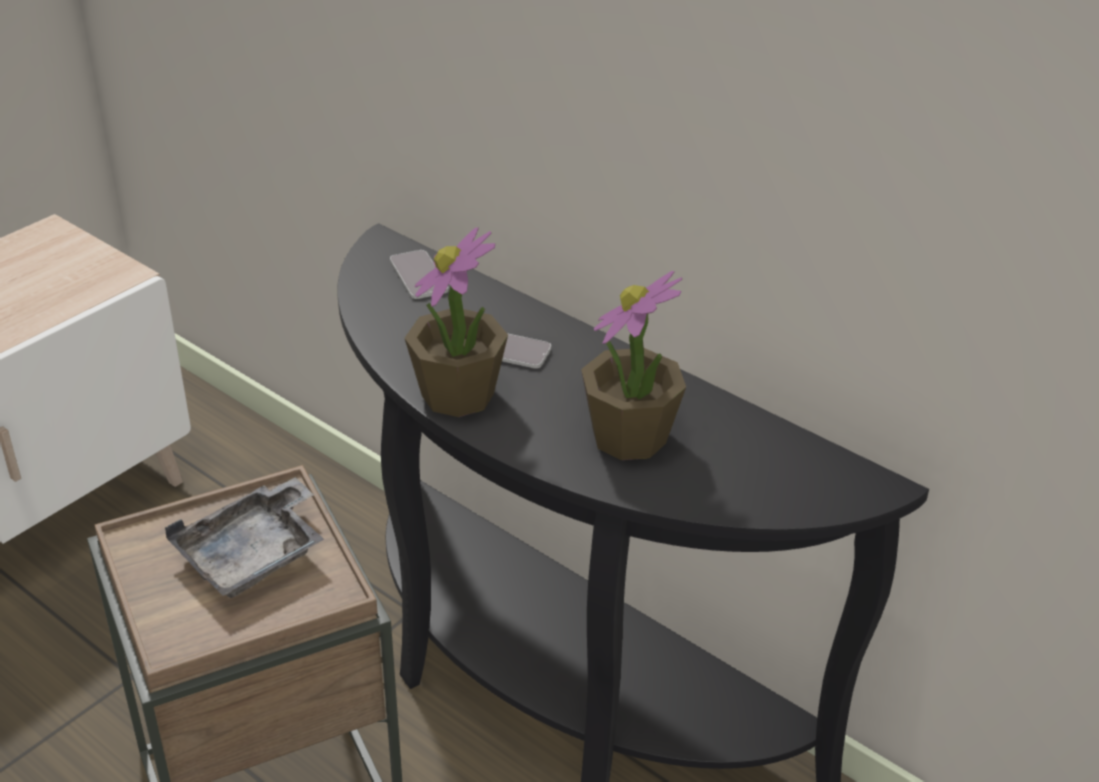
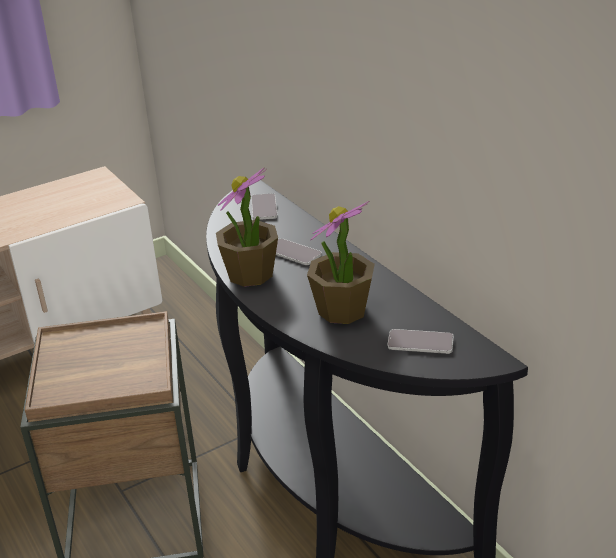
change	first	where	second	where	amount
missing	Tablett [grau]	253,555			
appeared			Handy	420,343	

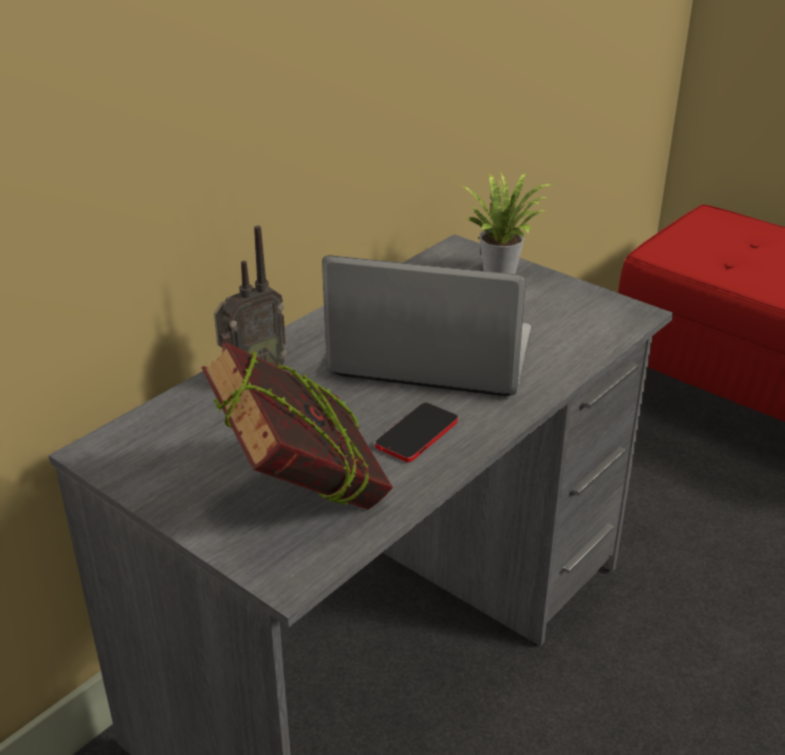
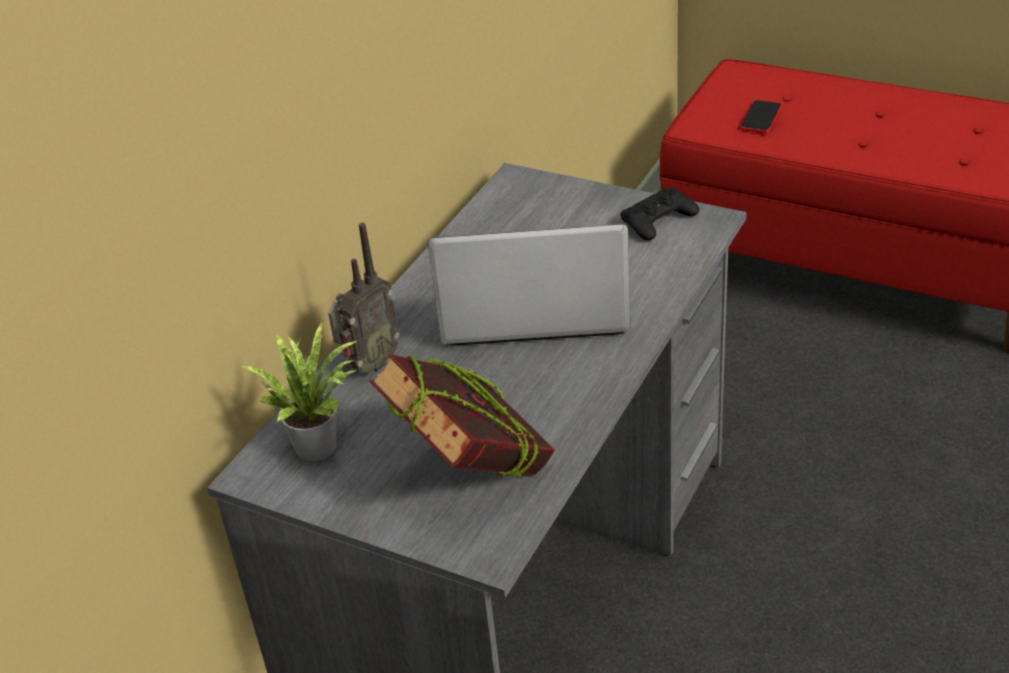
change	first	where	second	where	amount
relocated	Topfpflanze	502,270		319,443	
relocated	Handy	417,434		761,118	
appeared			Gamepad [schwarz]	658,220	

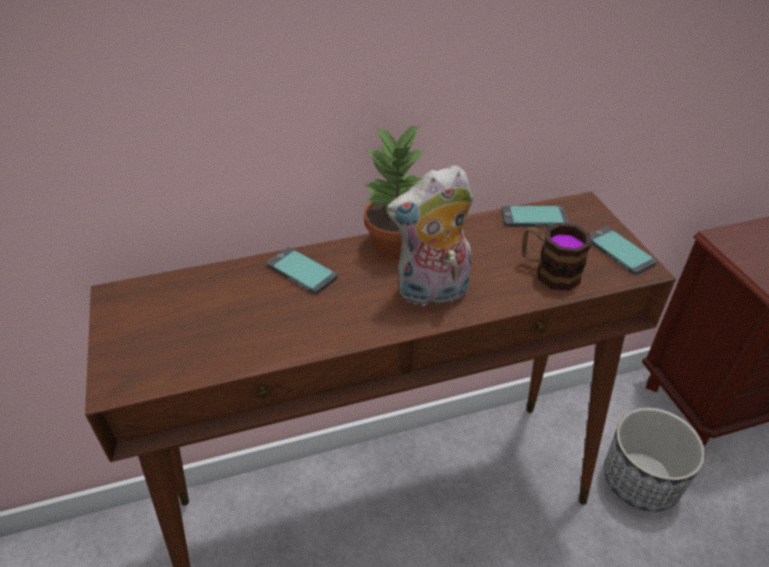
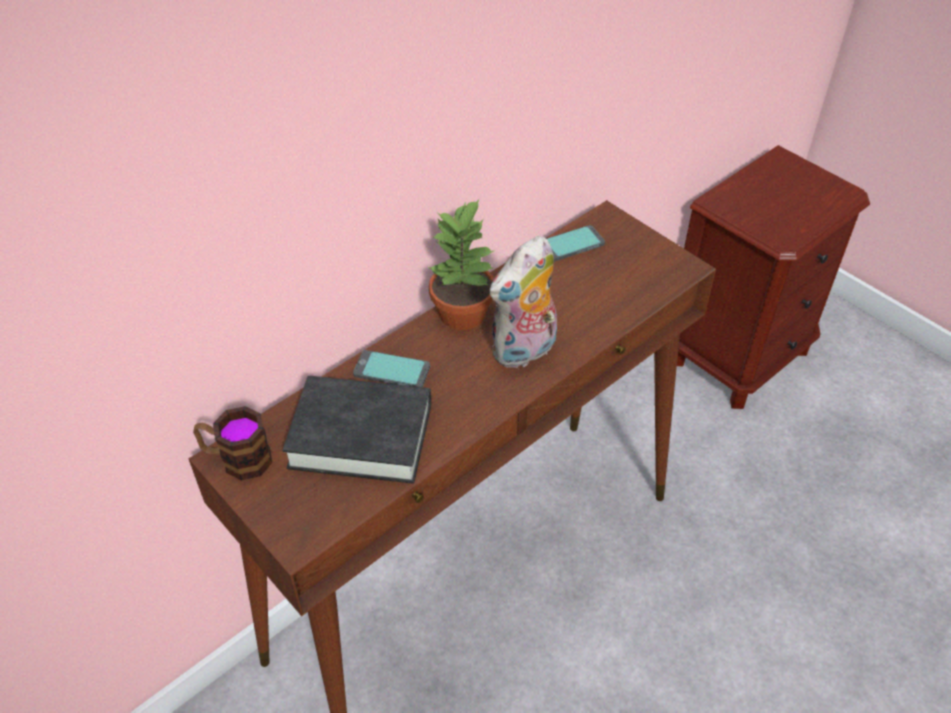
change	first	where	second	where	amount
relocated	Henkelbecher	549,272		237,459	
missing	Handy	619,251			
missing	Pflanzkübel	641,479			
appeared			Buch [schwarz]	361,436	

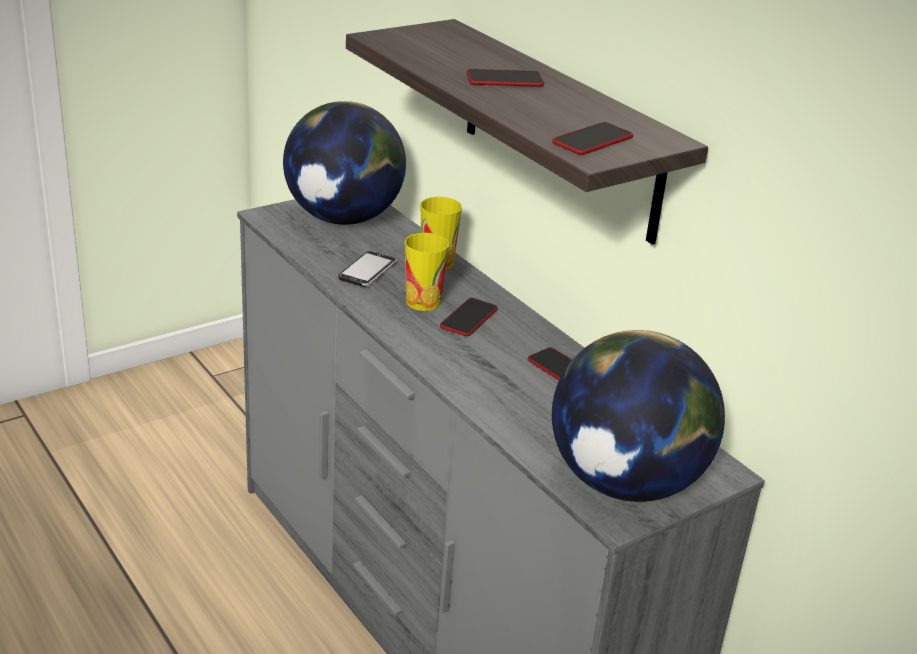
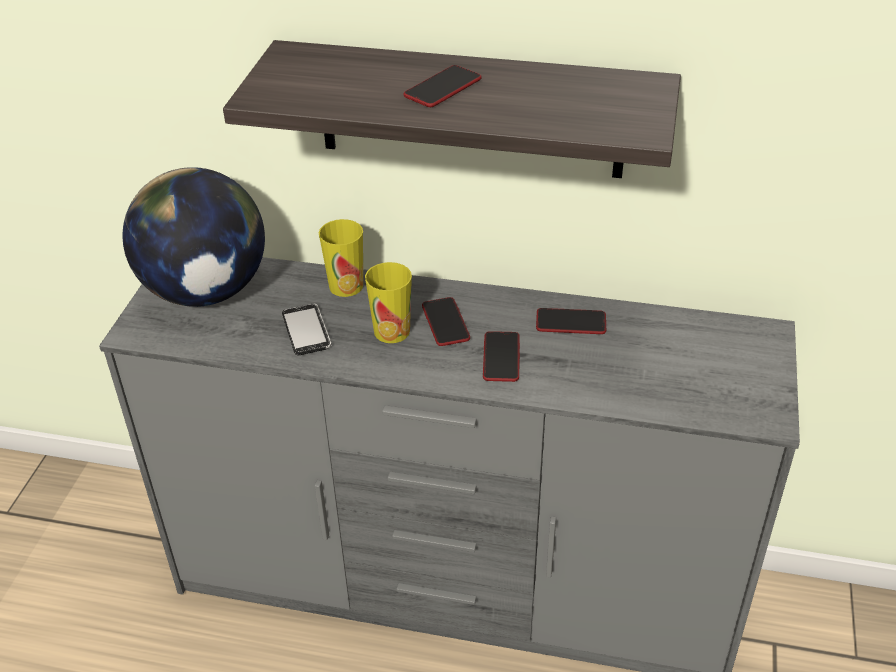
change	first	where	second	where	amount
relocated	Handy	592,140		501,357	
missing	Globus	625,483			

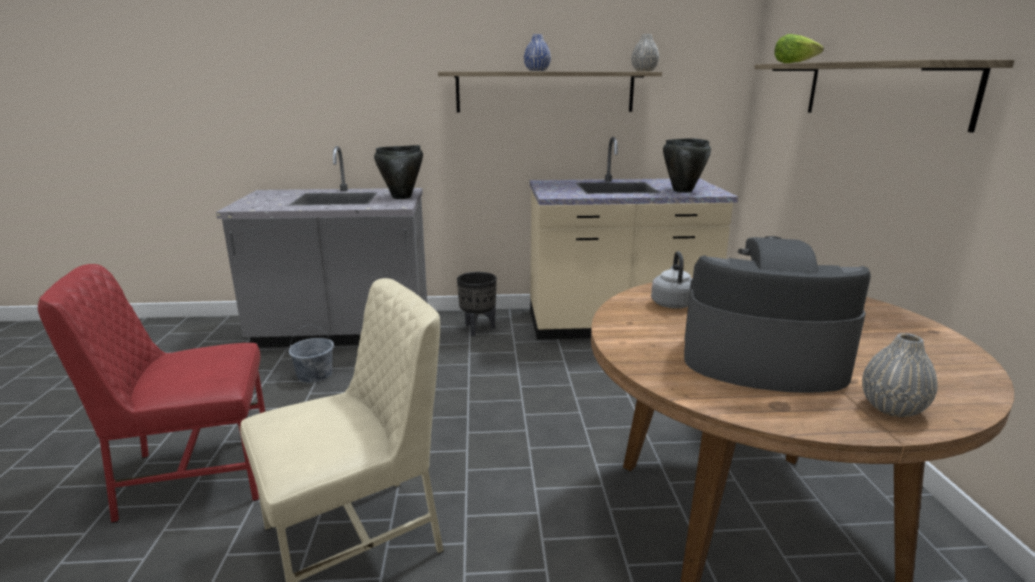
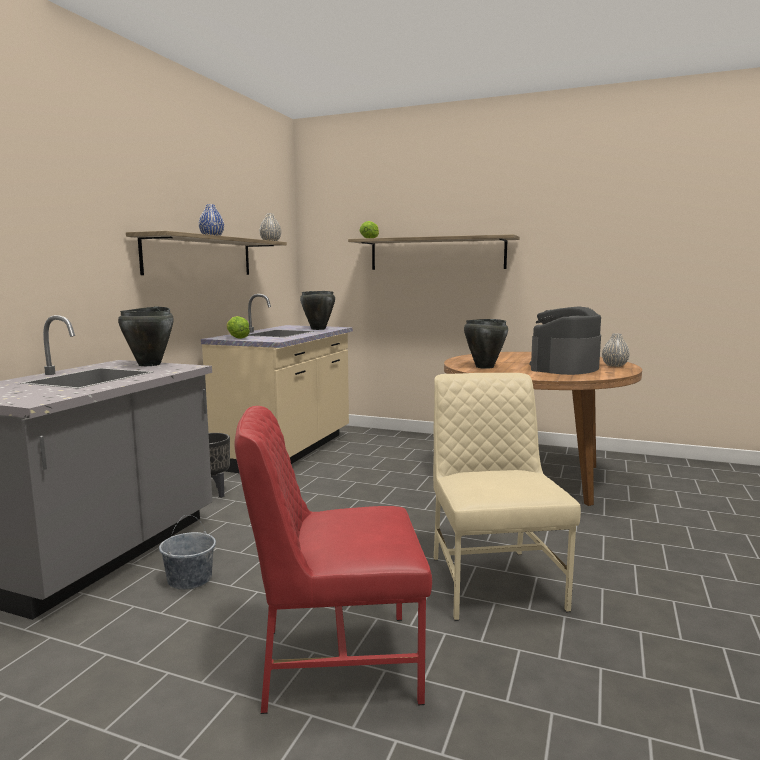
change	first	where	second	where	amount
exchanged	Wasserkessel [grau]	672,303	Kochtopf [schwarz]	484,367	
spun	Stuhl [rot]	195,475		336,662	75 degrees clockwise
appeared			Salatkopf	237,338	

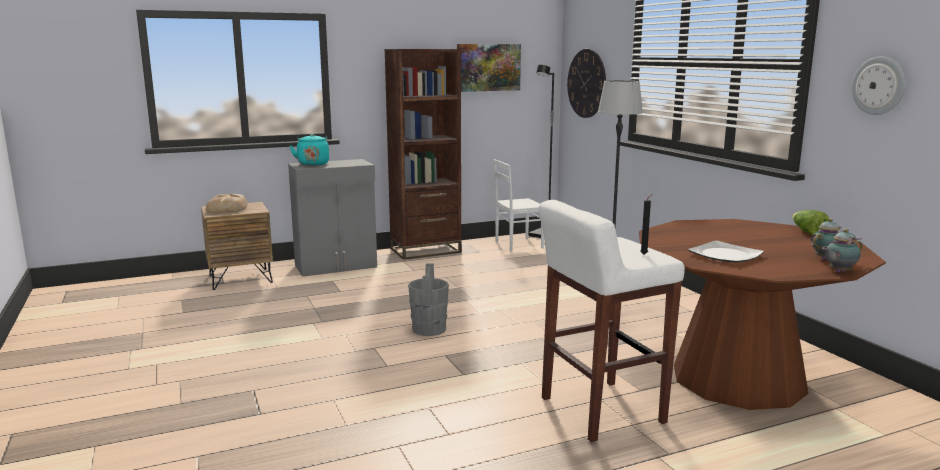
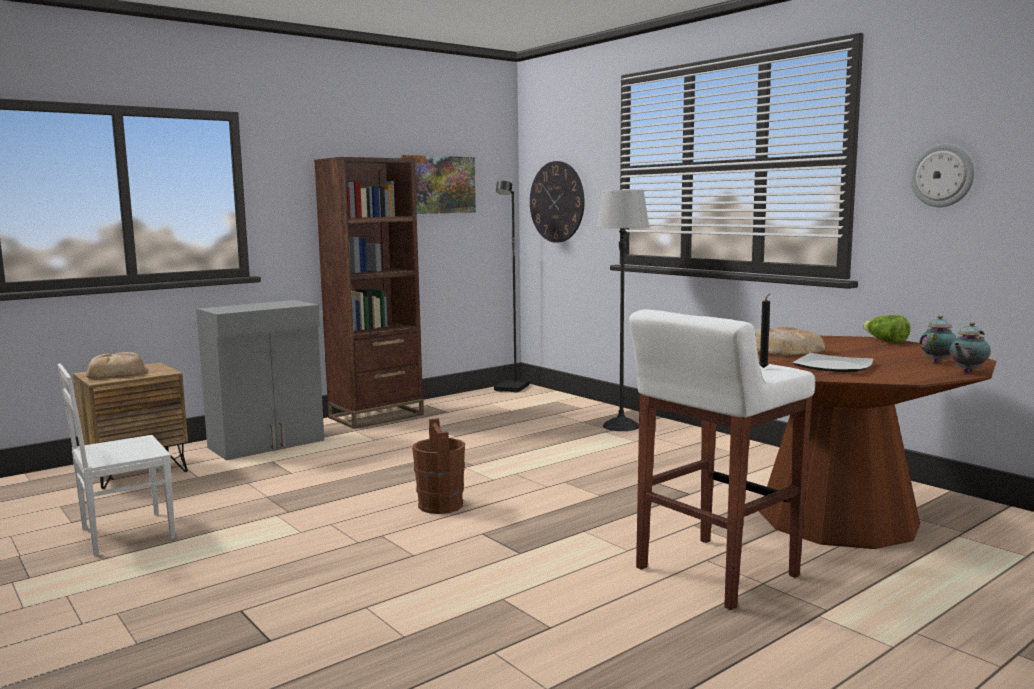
change	first	where	second	where	amount
missing	Wasserkessel [türkis]	313,164			
relocated	Stuhl [weiß]	518,244		125,533	
colour	Eimer [grau]	429,329	Eimer [braun]	440,505	
appeared			Brot	781,350	

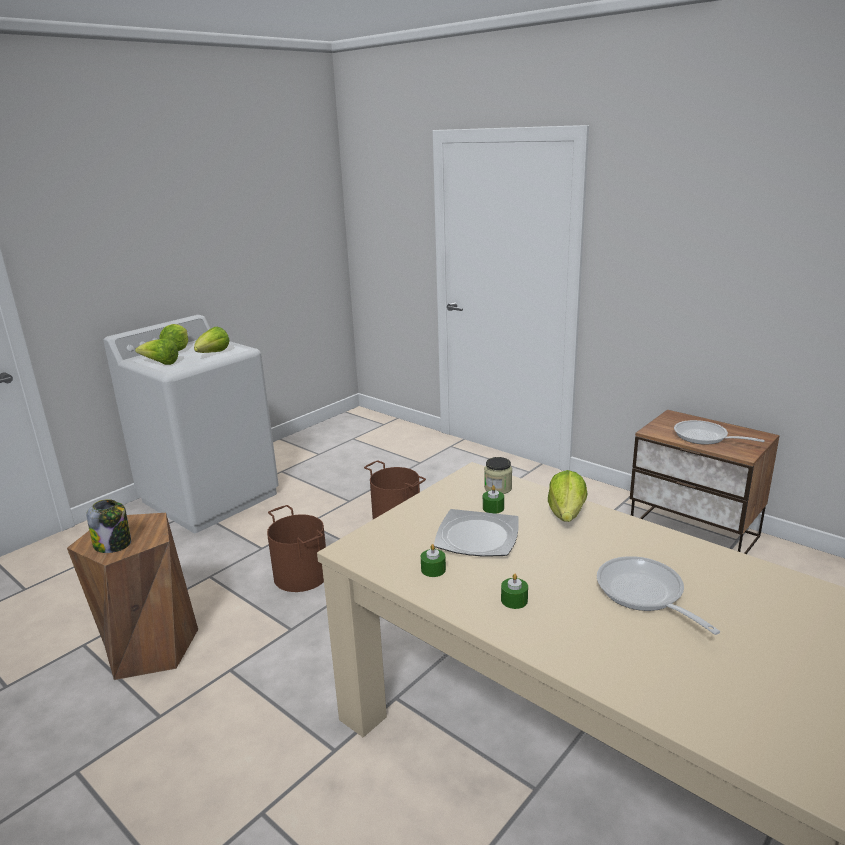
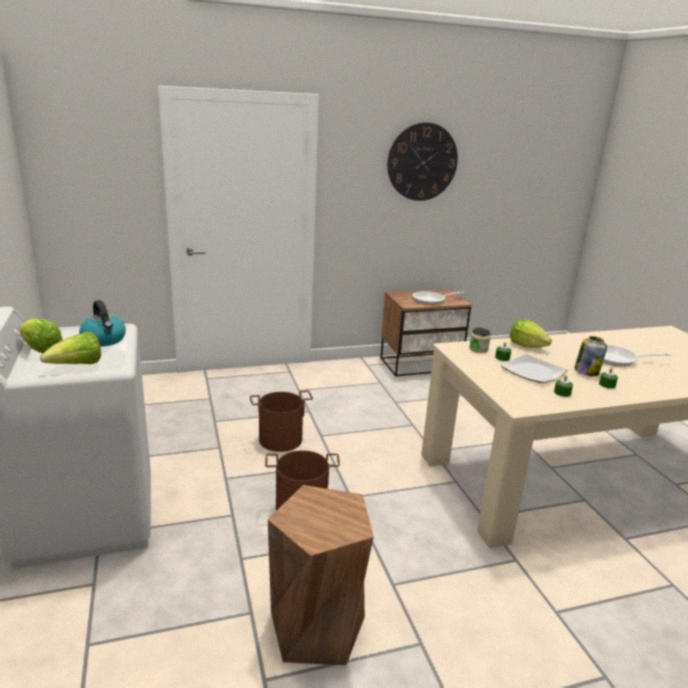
change	first	where	second	where	amount
exchanged	Salatkopf	213,354	Wasserkessel	104,340	
relocated	Vorratsglas	113,544		586,371	
appeared			Wanduhr	422,162	

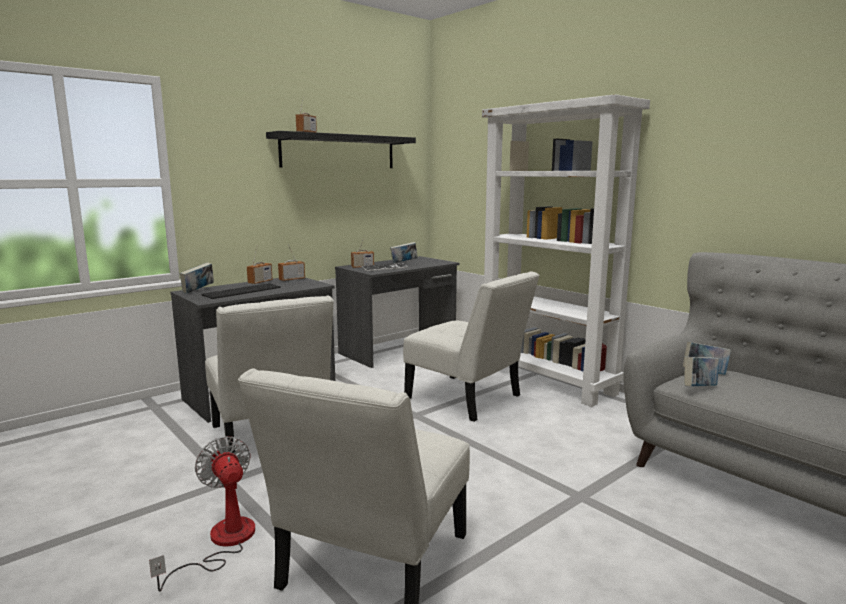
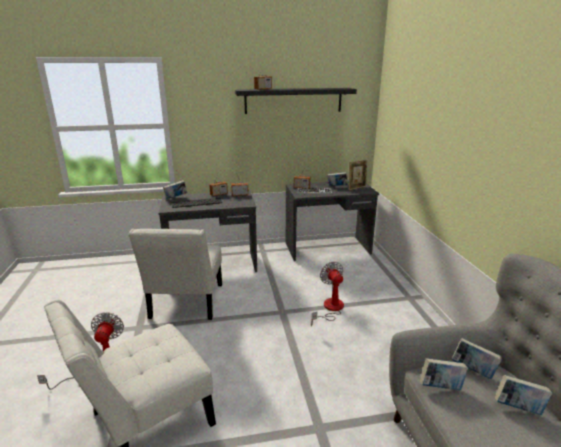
change	first	where	second	where	amount
missing	Bücherregal [weiß]	547,380			
exchanged	Stuhl [weiß]	468,399	Ventilator	330,309	
appeared			Bilderrahmen	356,188	
appeared			Buch	518,408	

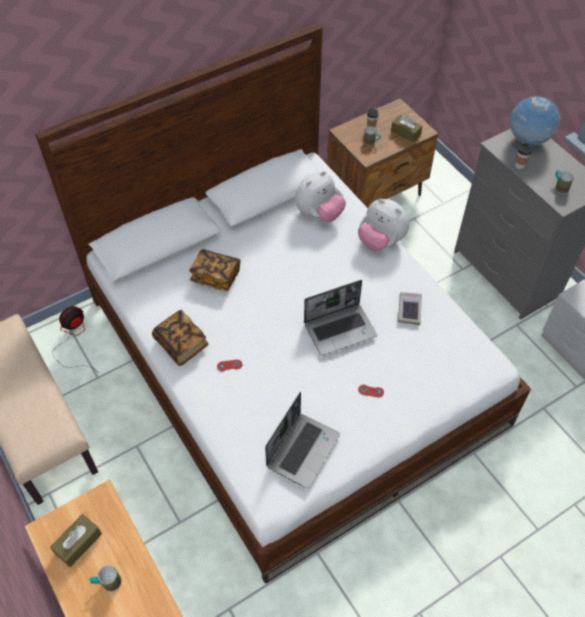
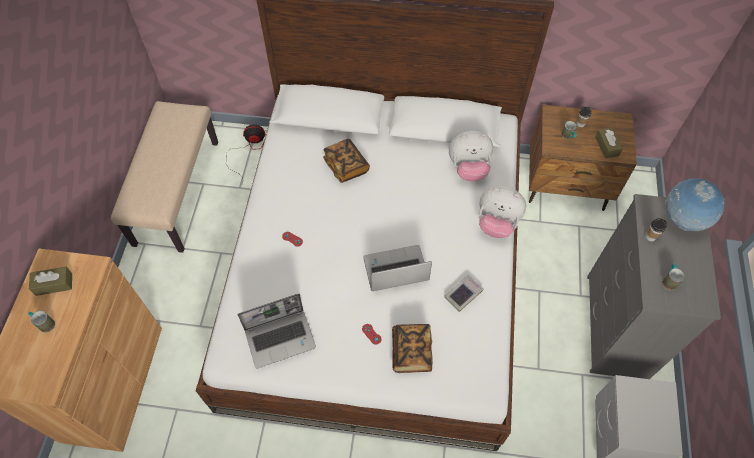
change	first	where	second	where	amount
spun	Plüschtier	381,241		497,223	60 degrees counterclockwise
spun	Laptop	340,329		395,270	150 degrees clockwise
relocated	Buch	181,344		411,352	

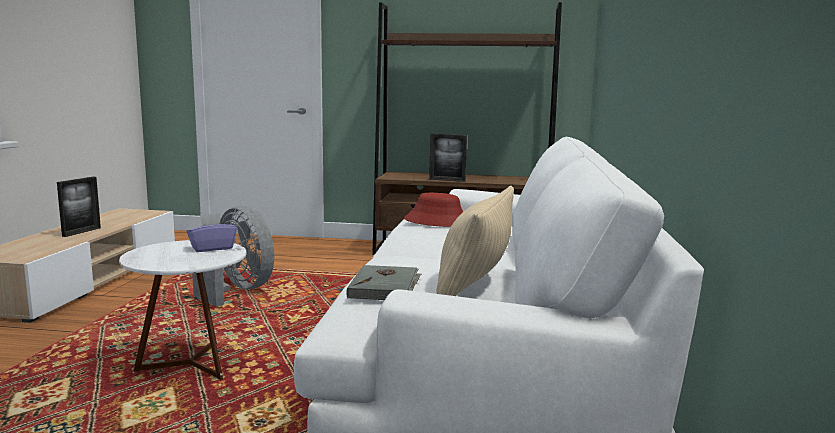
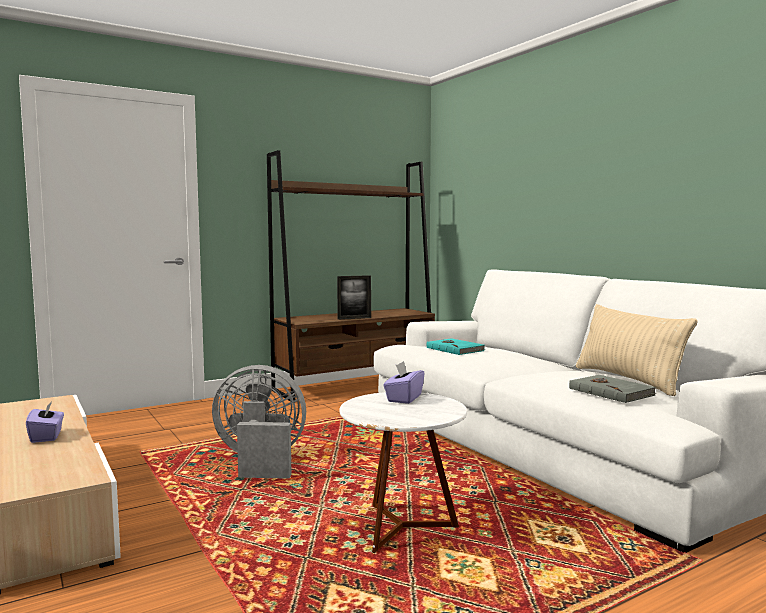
change	first	where	second	where	amount
exchanged	Bilderrahmen	81,232	Taschentuchbox [lila]	47,436	
exchanged	Hut [rot]	437,222	Buch [türkis]	455,349	

